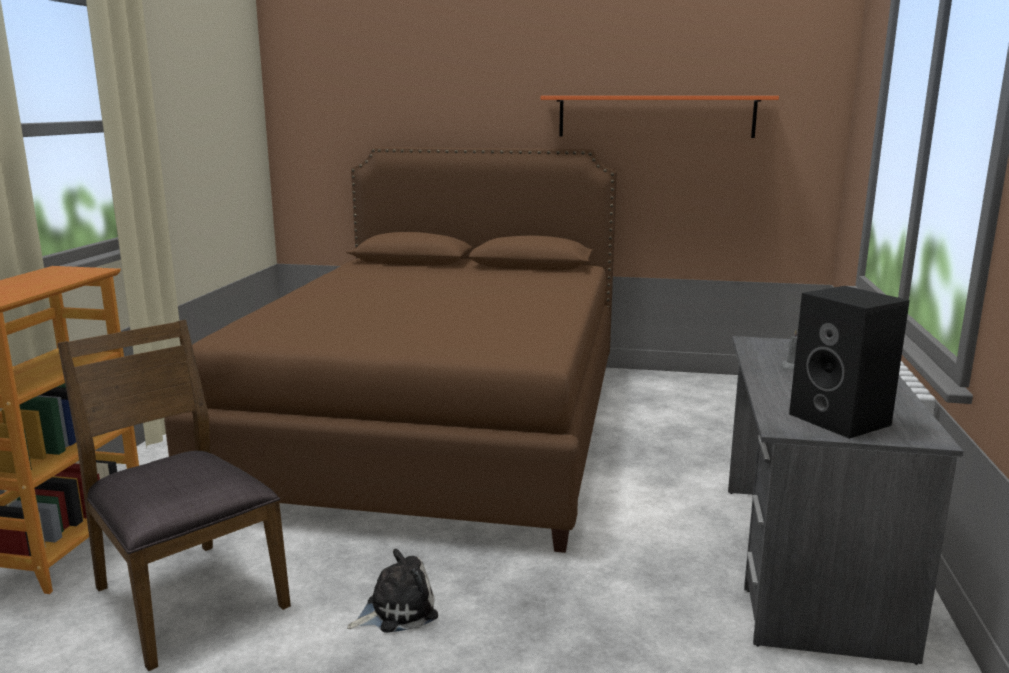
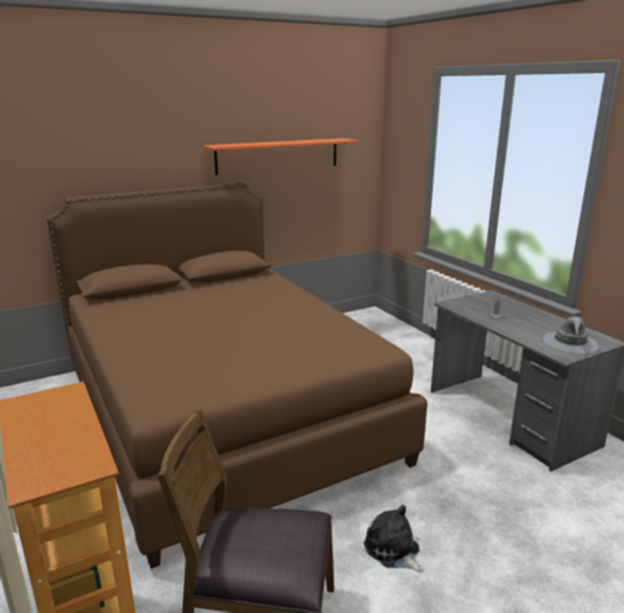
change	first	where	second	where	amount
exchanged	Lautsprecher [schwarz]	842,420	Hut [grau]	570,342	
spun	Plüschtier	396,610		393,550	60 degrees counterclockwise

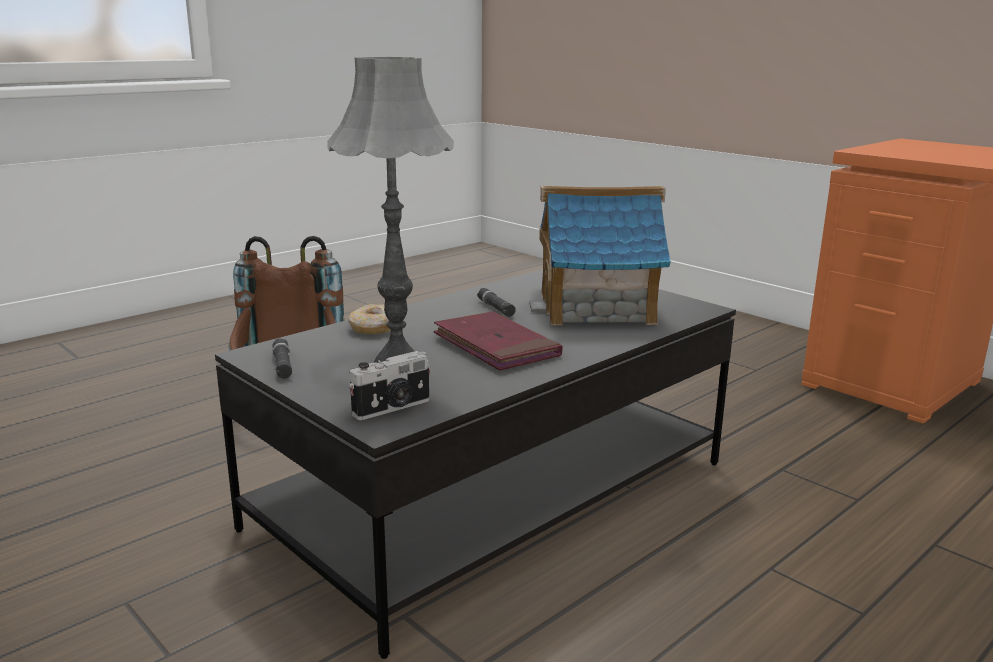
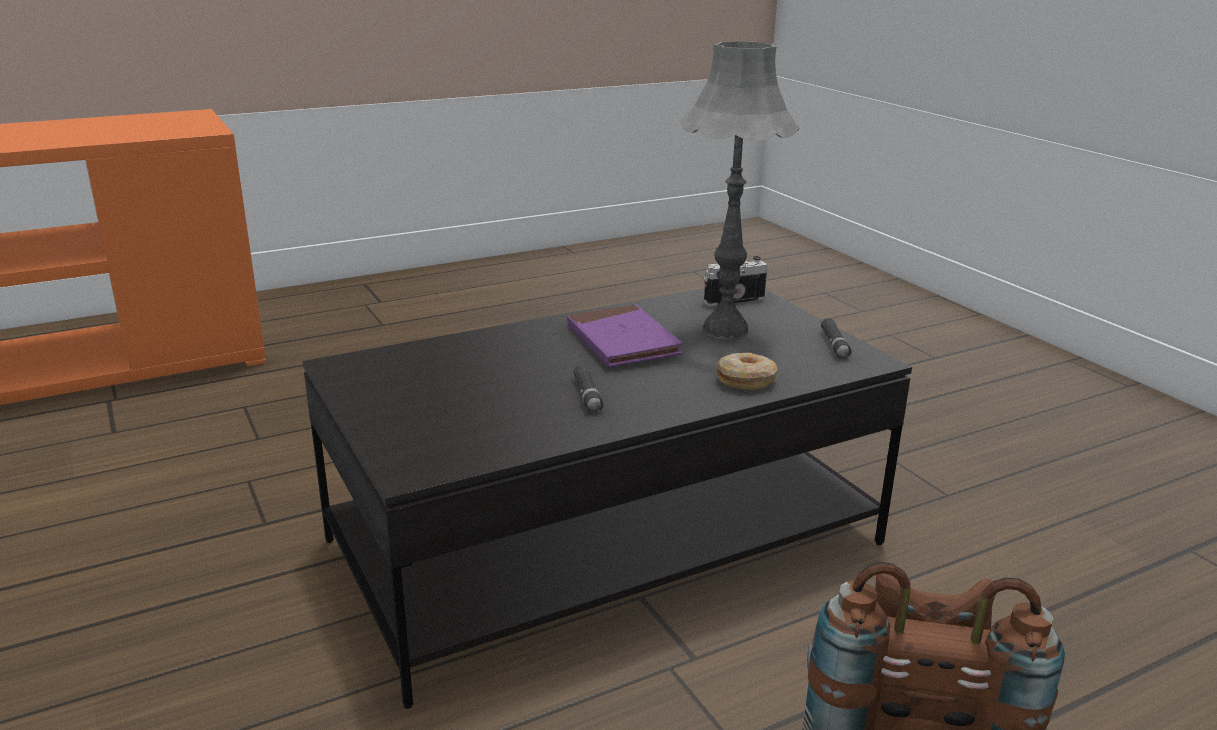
change	first	where	second	where	amount
missing	Spielzeughaus	597,308			
colour	Buch [rot]	496,346	Buch [lila]	622,342	

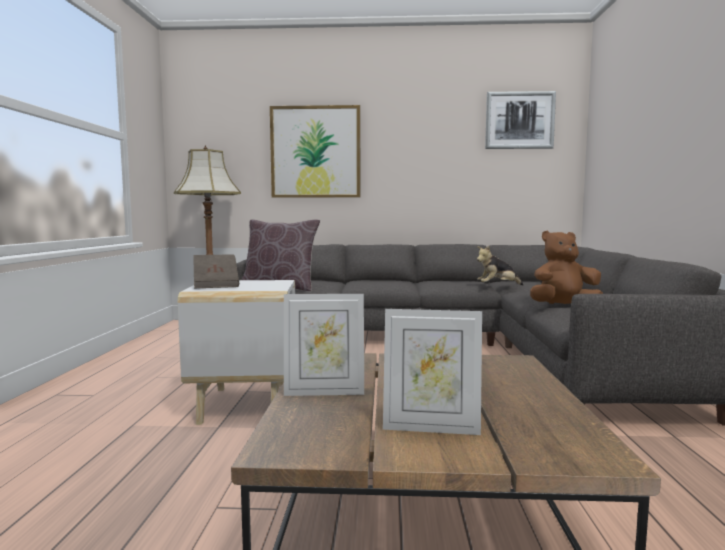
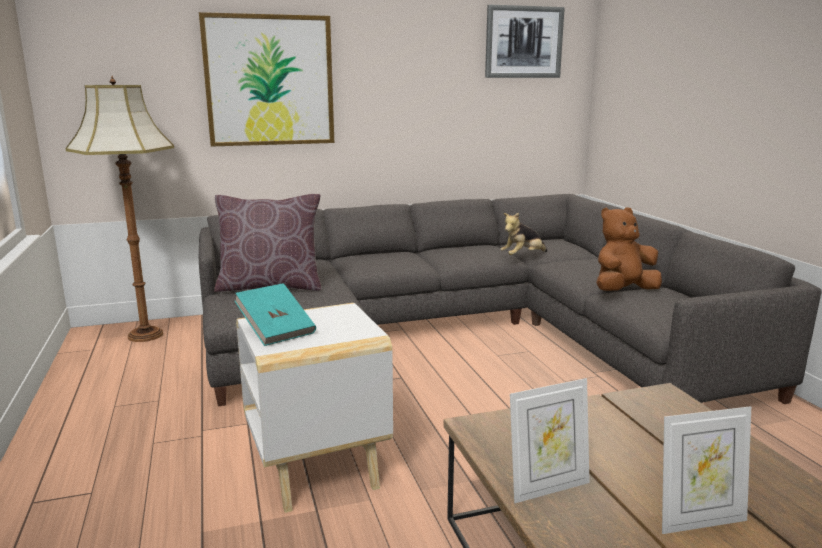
change	first	where	second	where	amount
colour	Buch [braun]	216,284	Buch [türkis]	276,330	

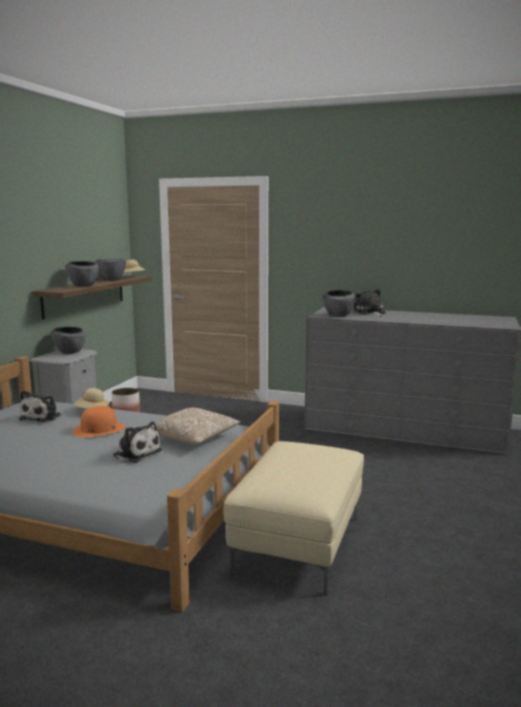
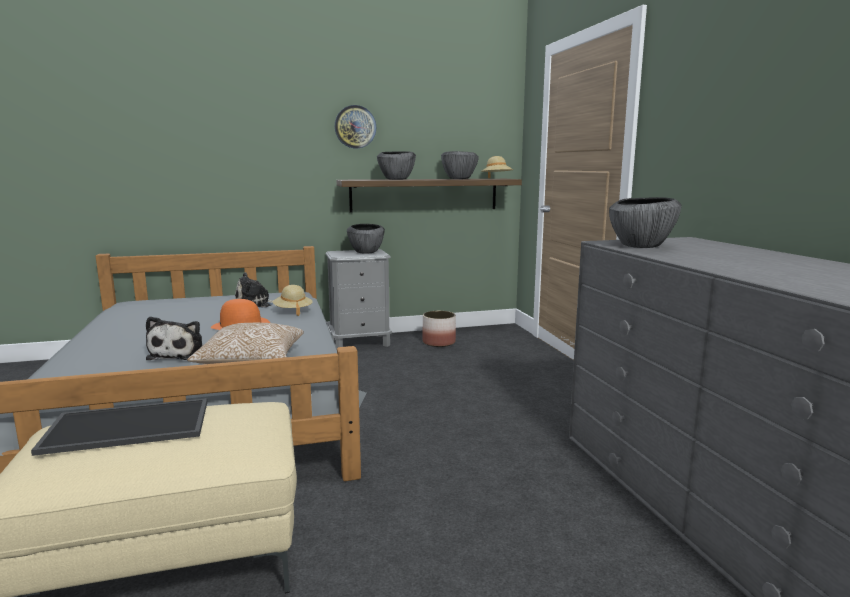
change	first	where	second	where	amount
missing	Plüschtier	369,313			
appeared			Wanduhr	355,127	
appeared			Tablett	126,427	

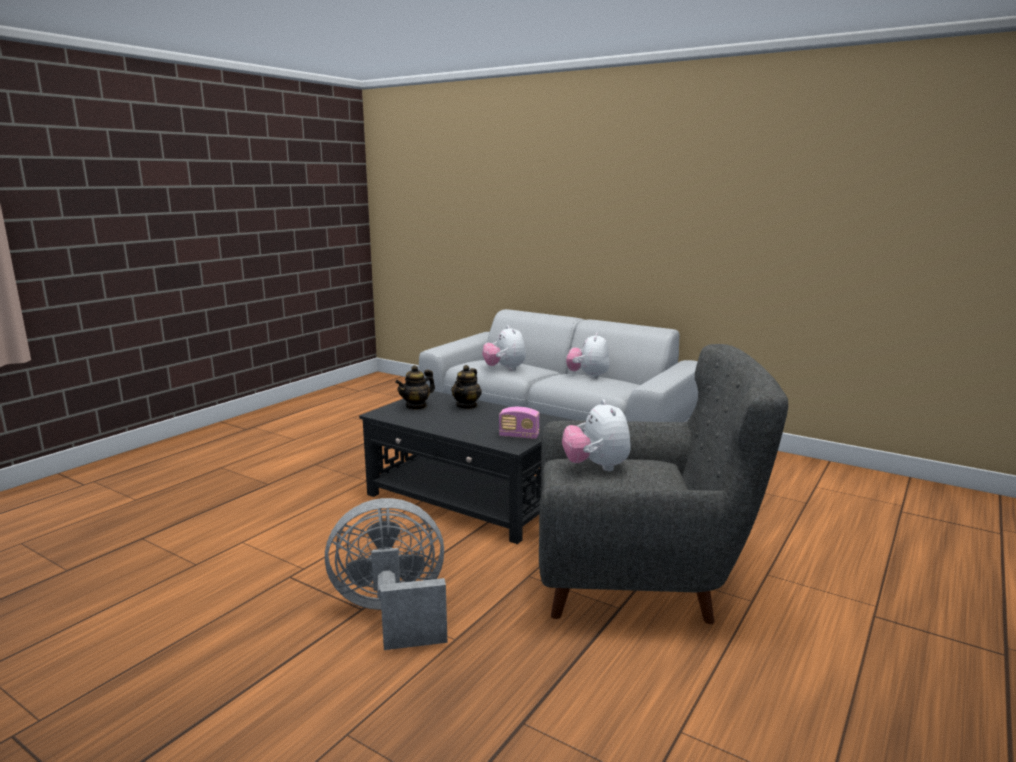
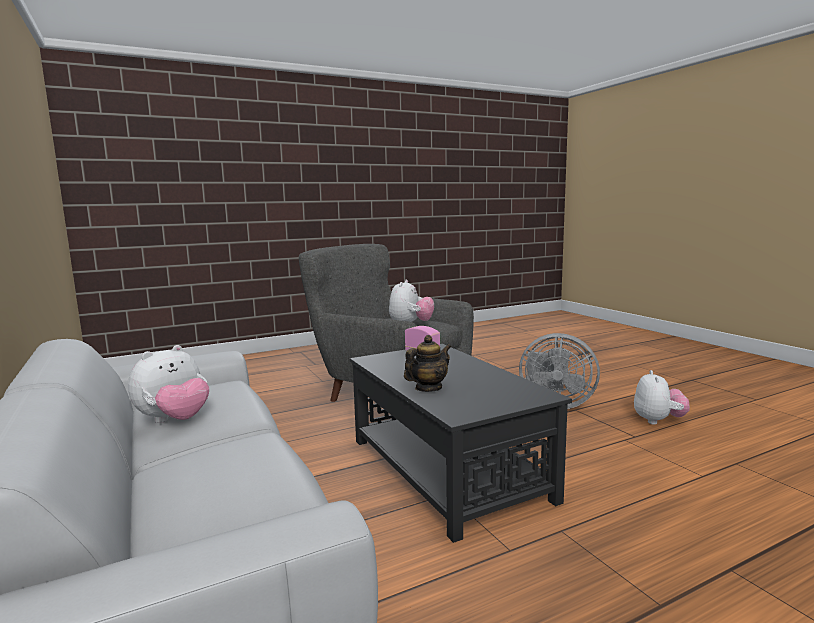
change	first	where	second	where	amount
relocated	Plüschtier	505,369		658,421	
missing	Teekanne	416,406			

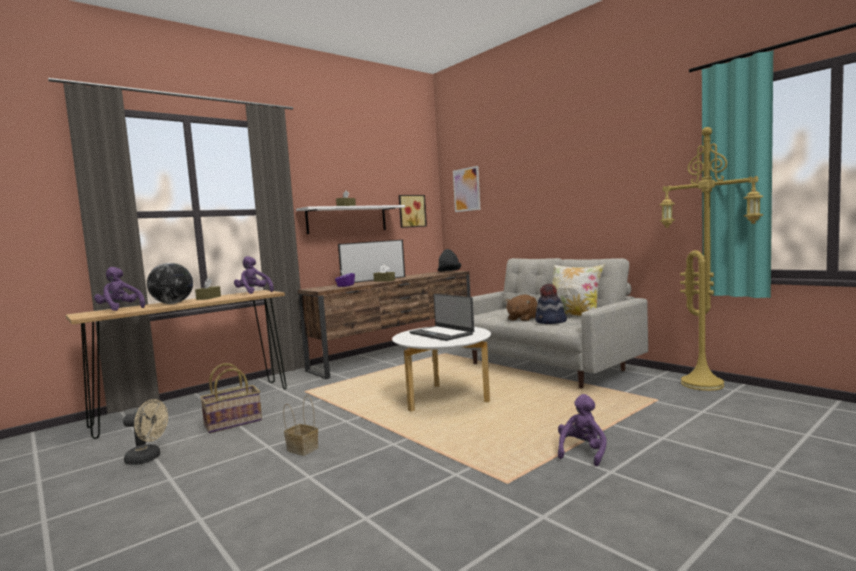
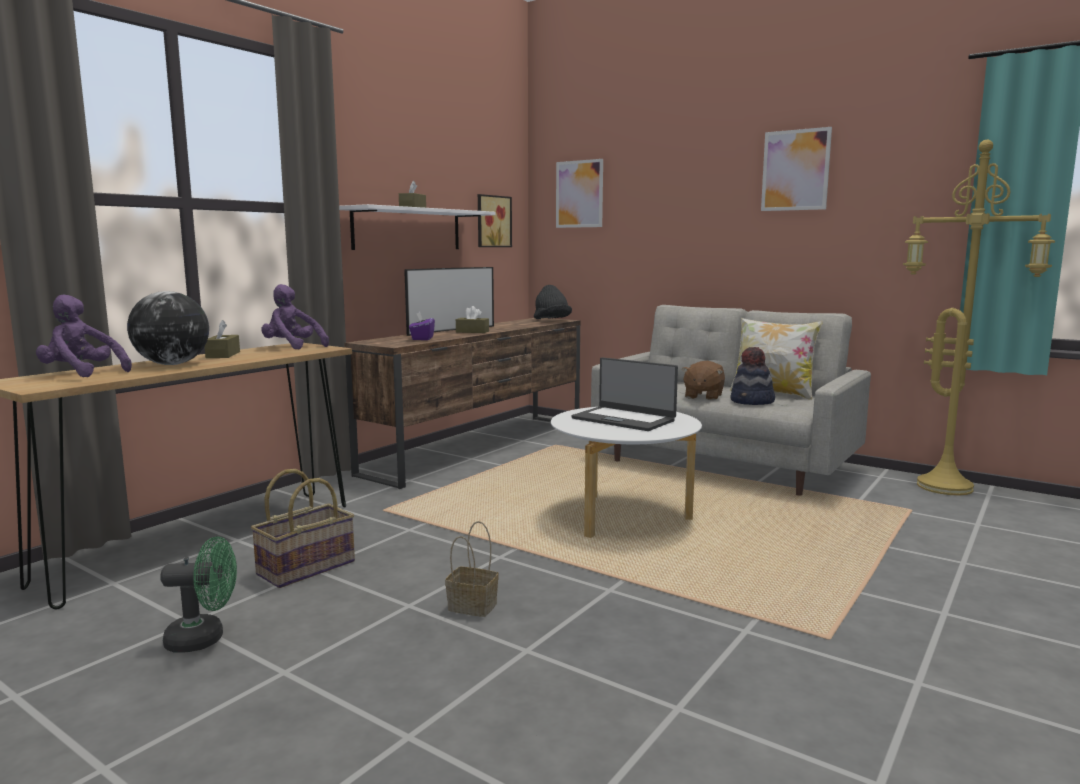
change	first	where	second	where	amount
missing	Plüschtier [lila]	582,452			
colour	Ventilator [beige]	148,458	Ventilator [grün]	204,639	
appeared			Bild	795,170	

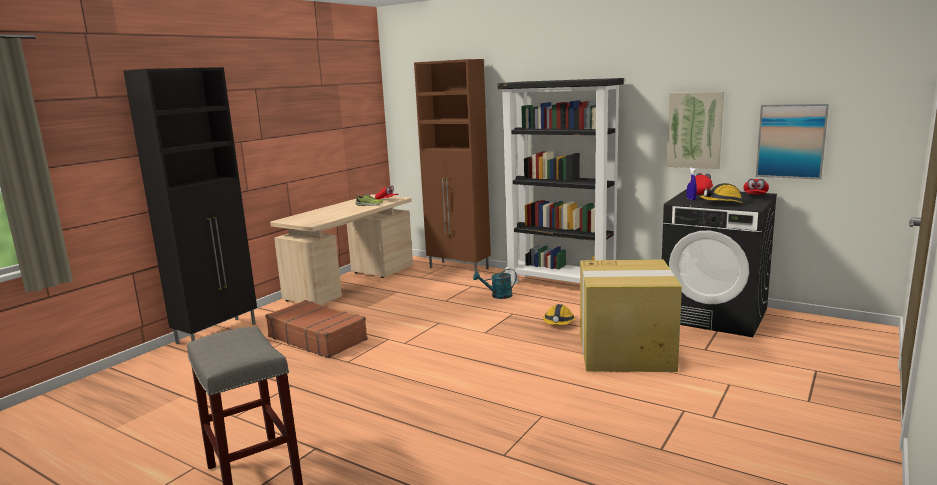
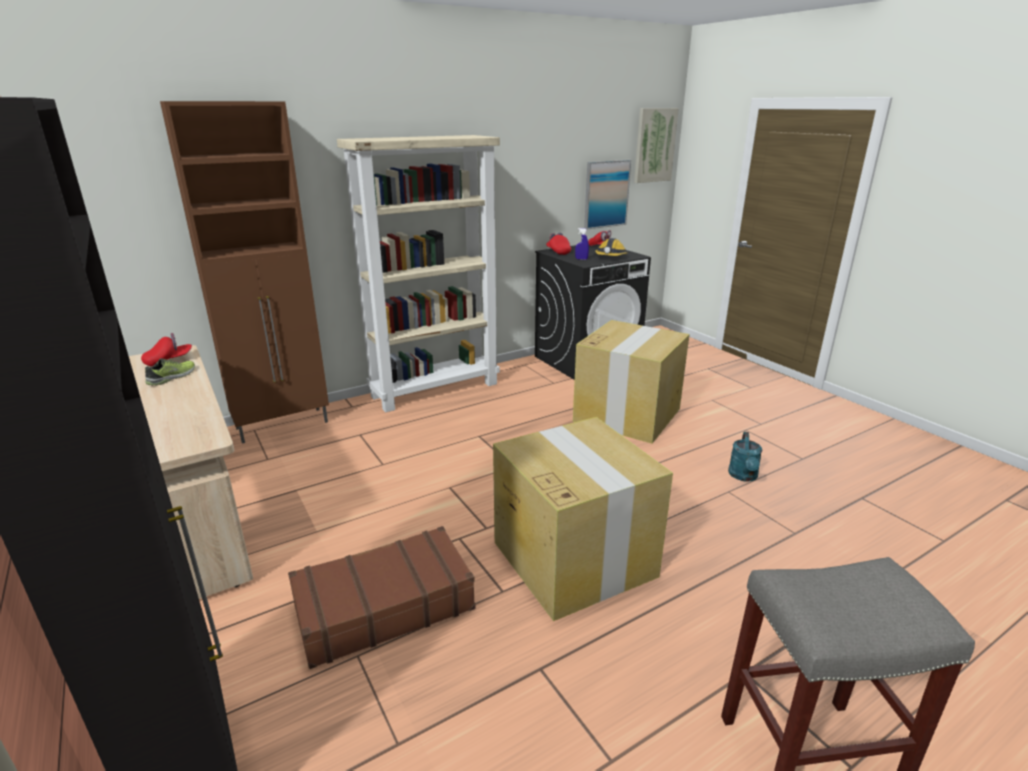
change	first	where	second	where	amount
colour	Bücherregal [schwarz]	561,285	Bücherregal [beige]	435,389	
relocated	Bild	695,130		654,145	
relocated	Gießkanne [türkis]	498,296		743,476	
missing	Schutzhelm	559,323			
appeared			Karton	572,558	

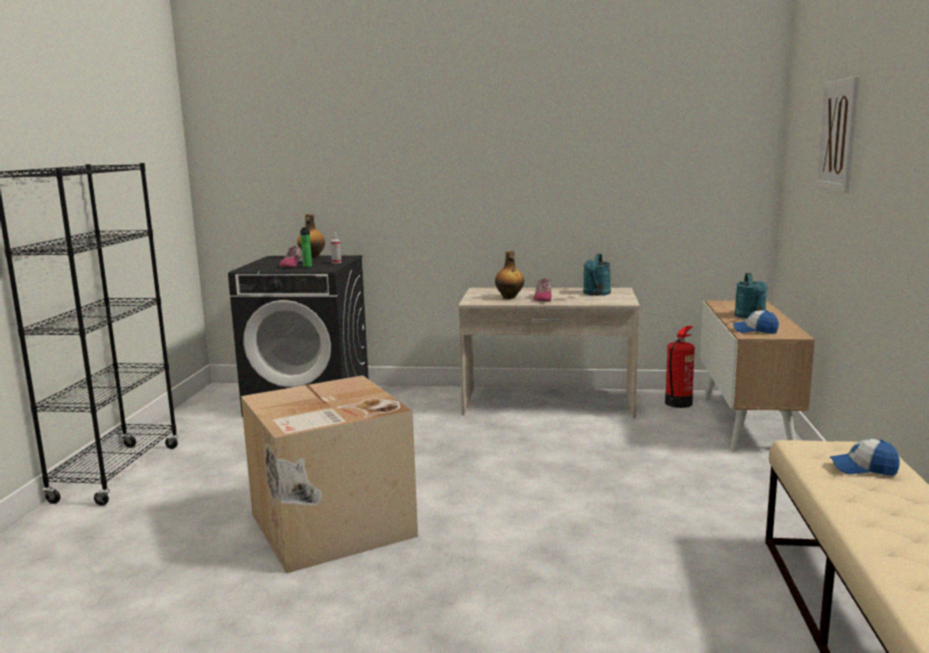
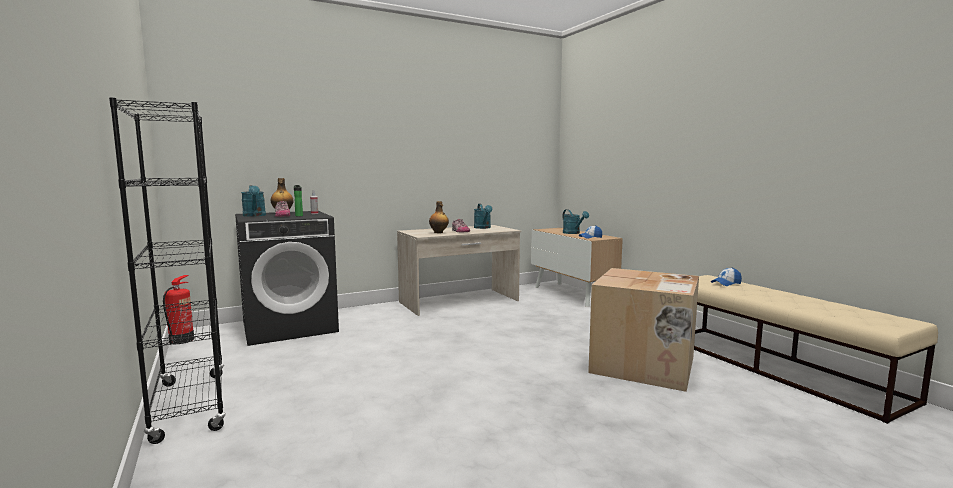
change	first	where	second	where	amount
missing	Bild	838,135			
relocated	Feuerlöscher	678,403		181,340	
relocated	Karton	331,526		644,366	
appeared			Gießkanne [türkis]	255,215	

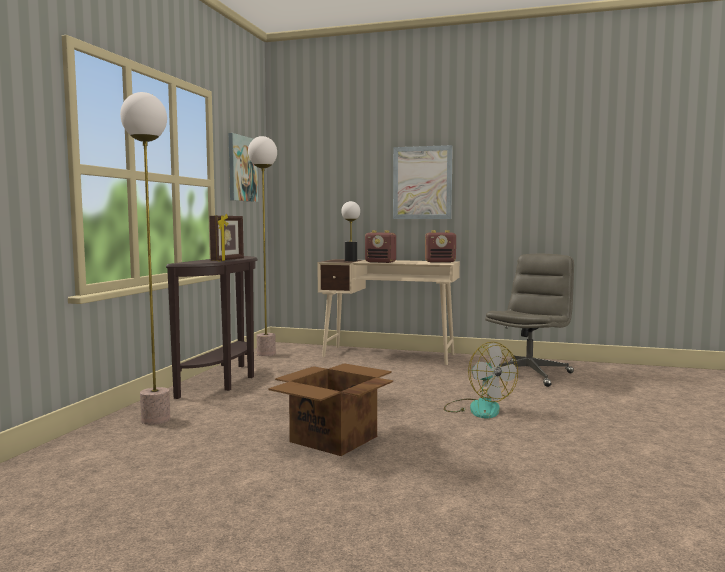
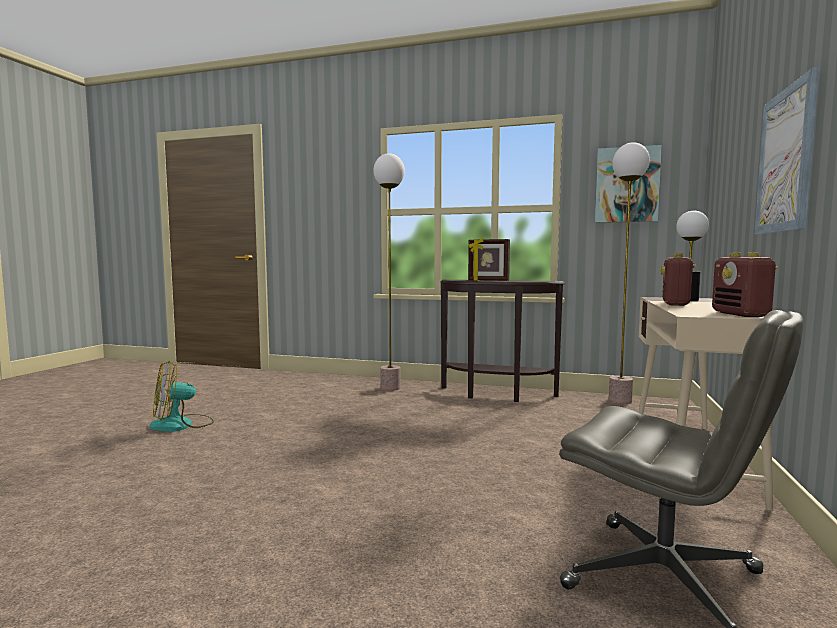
change	first	where	second	where	amount
relocated	Ventilator	478,408		182,425	
missing	Karton	332,439			

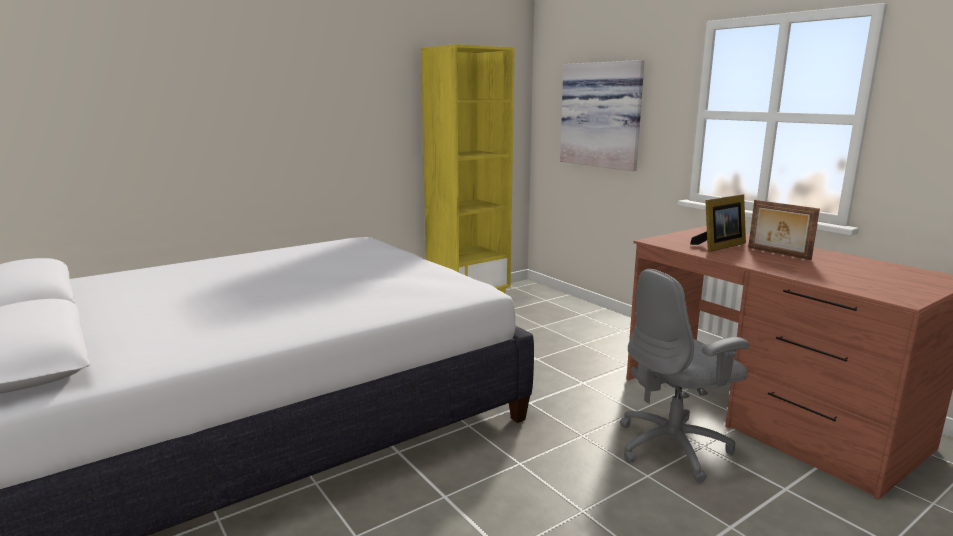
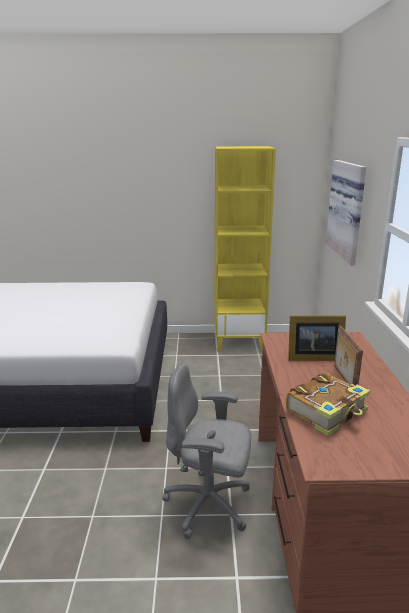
change	first	where	second	where	amount
appeared			Buch	327,412	

